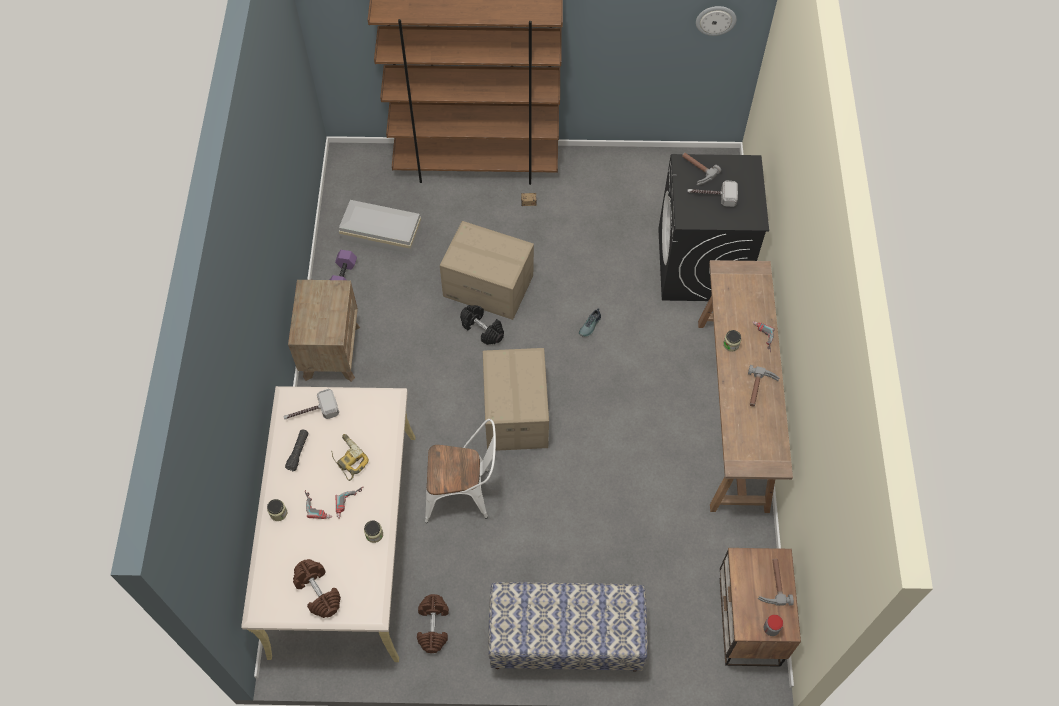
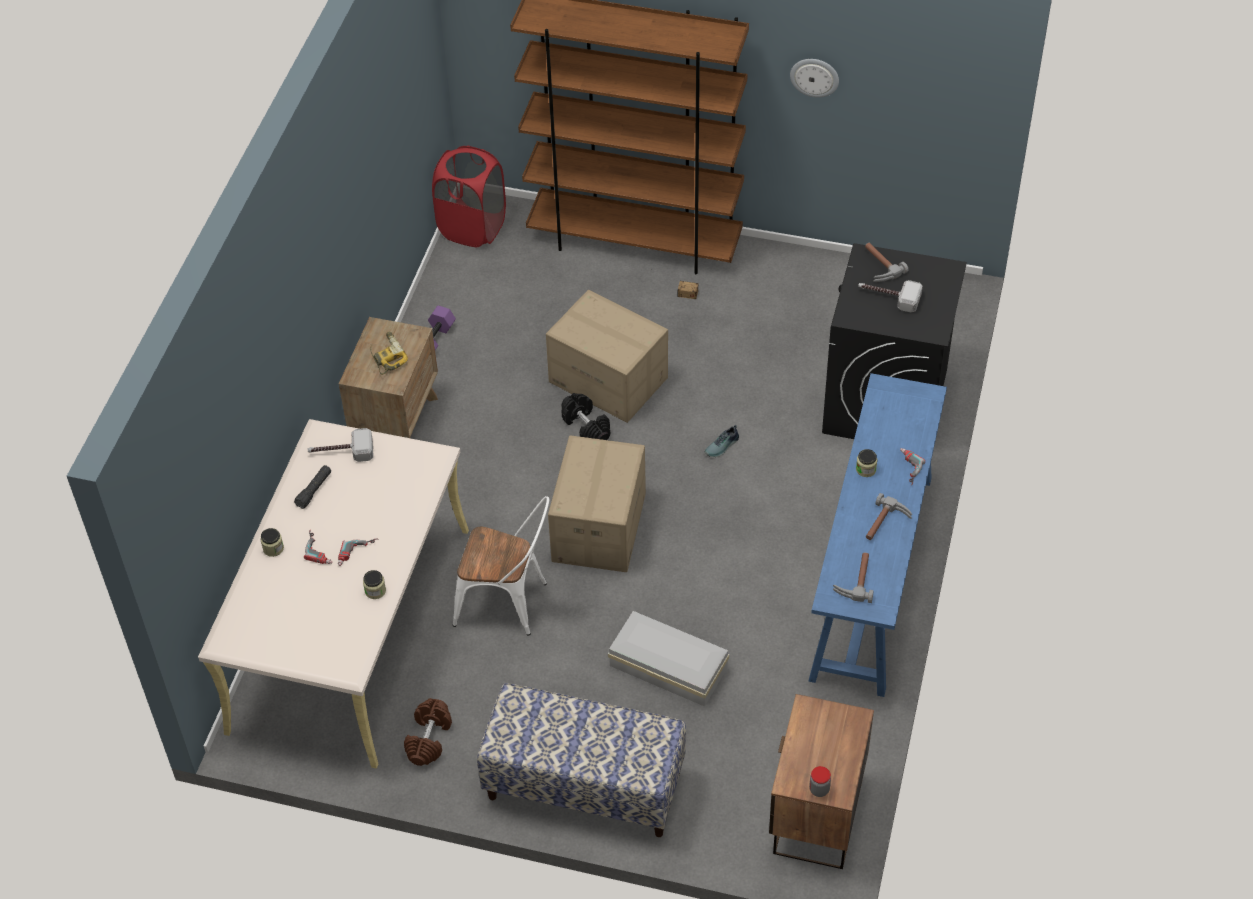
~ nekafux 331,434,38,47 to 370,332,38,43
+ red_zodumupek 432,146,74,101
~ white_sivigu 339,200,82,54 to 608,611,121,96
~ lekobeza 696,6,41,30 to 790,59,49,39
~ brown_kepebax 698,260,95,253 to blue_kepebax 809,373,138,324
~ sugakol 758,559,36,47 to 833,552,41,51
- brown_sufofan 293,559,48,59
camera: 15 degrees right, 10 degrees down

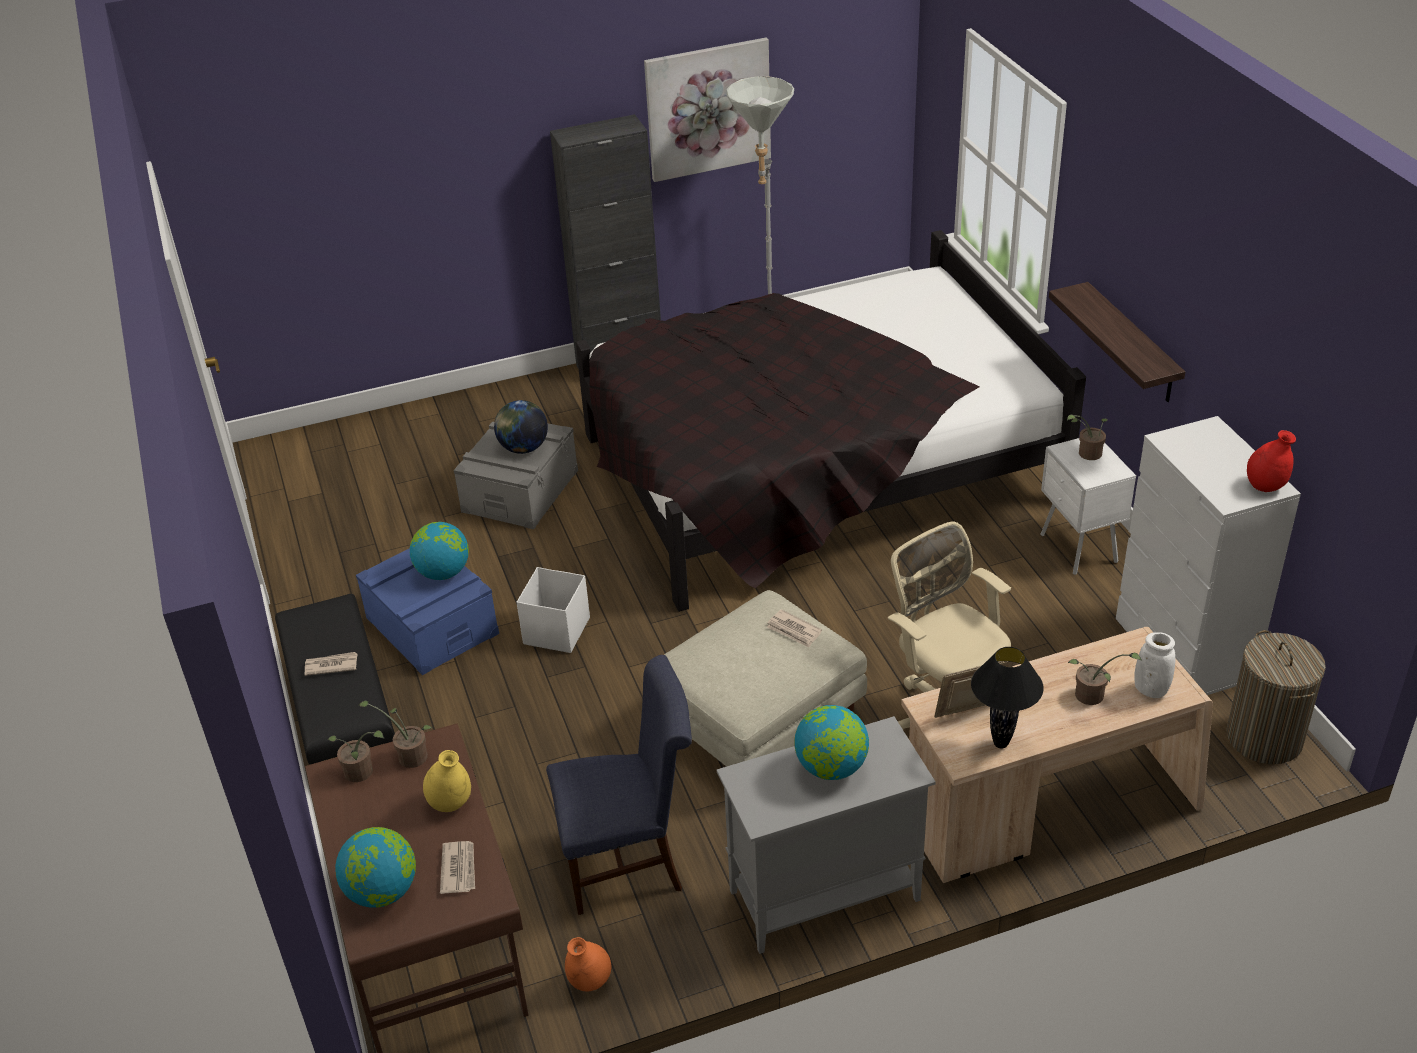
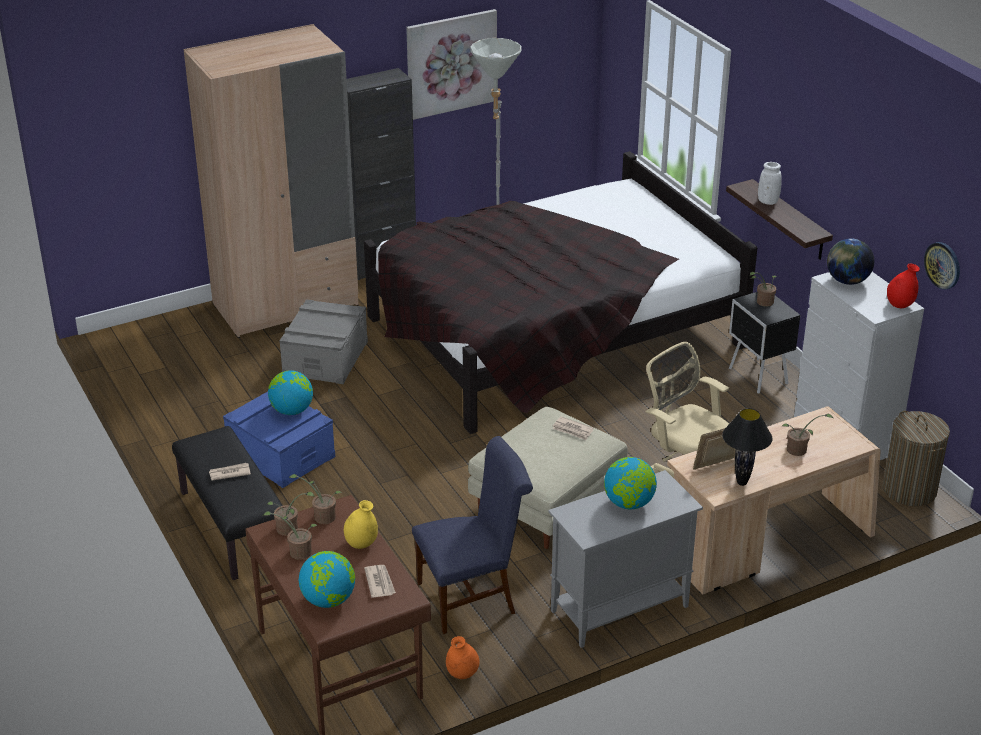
+ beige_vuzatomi 184,24,175,314
+ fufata 263,511,54,49
~ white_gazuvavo 1040,438,96,137 to black_gazuvavo 729,292,71,102
~ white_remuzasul 1134,632,42,66 to 758,162,24,43
~ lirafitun 494,400,54,54 to 827,238,47,47
+ lekobeza 924,242,36,48
- white_sivigu 516,567,74,86
camera: 10 degrees left, 5 degrees down

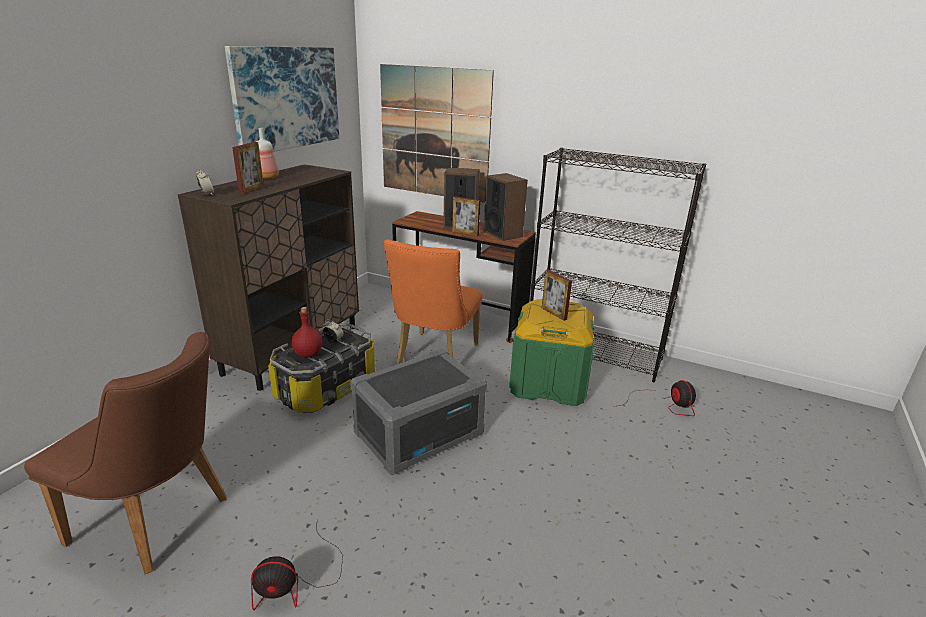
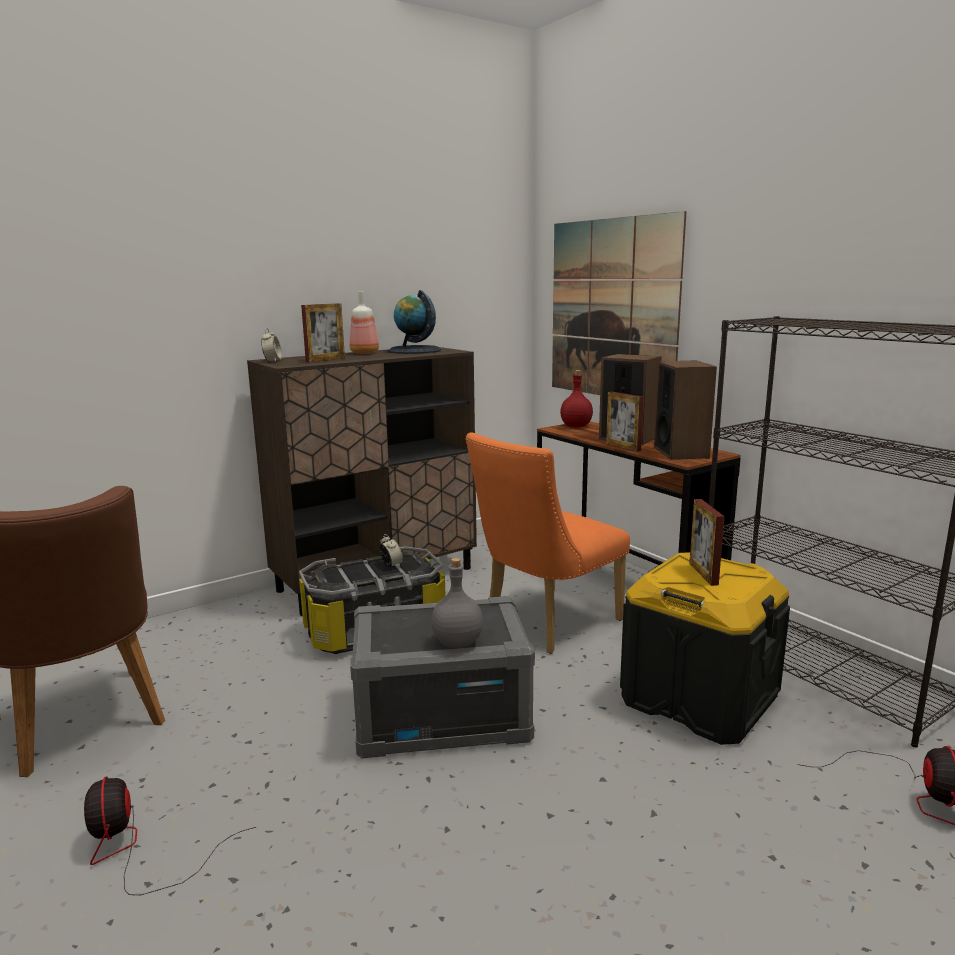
~ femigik 251,519,92,91 = 84,777,172,118 45 degrees clockwise
+ lirafitun 388,290,53,64
+ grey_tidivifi 431,558,52,90
~ red_tidivifi 292,307,30,50 to 560,370,33,57
~ green_sivigu 509,299,85,107 to black_sivigu 620,552,170,193
- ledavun 225,46,114,106
camera: 30 degrees right, 10 degrees down

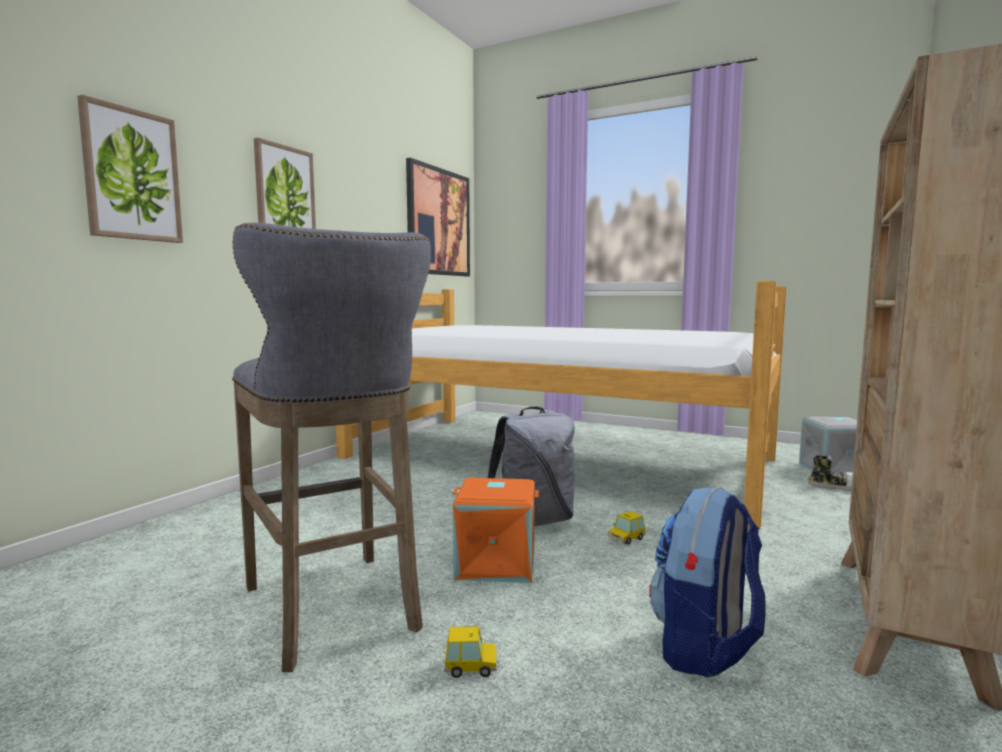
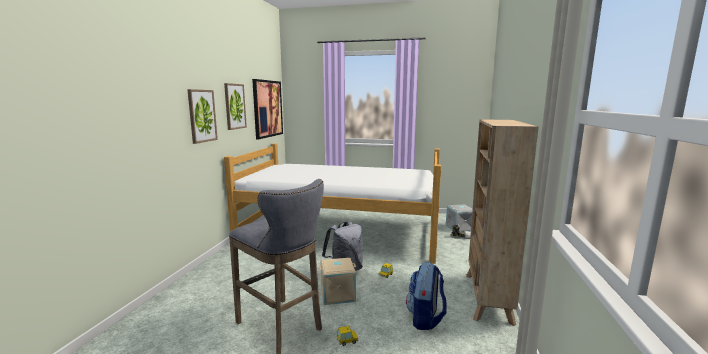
~ ledavun 77,95,106,148 to 224,83,23,47
~ orange_sivigu 452,478,87,105 to beige_sivigu 320,258,36,47
camera: 15 degrees left, 5 degrees up

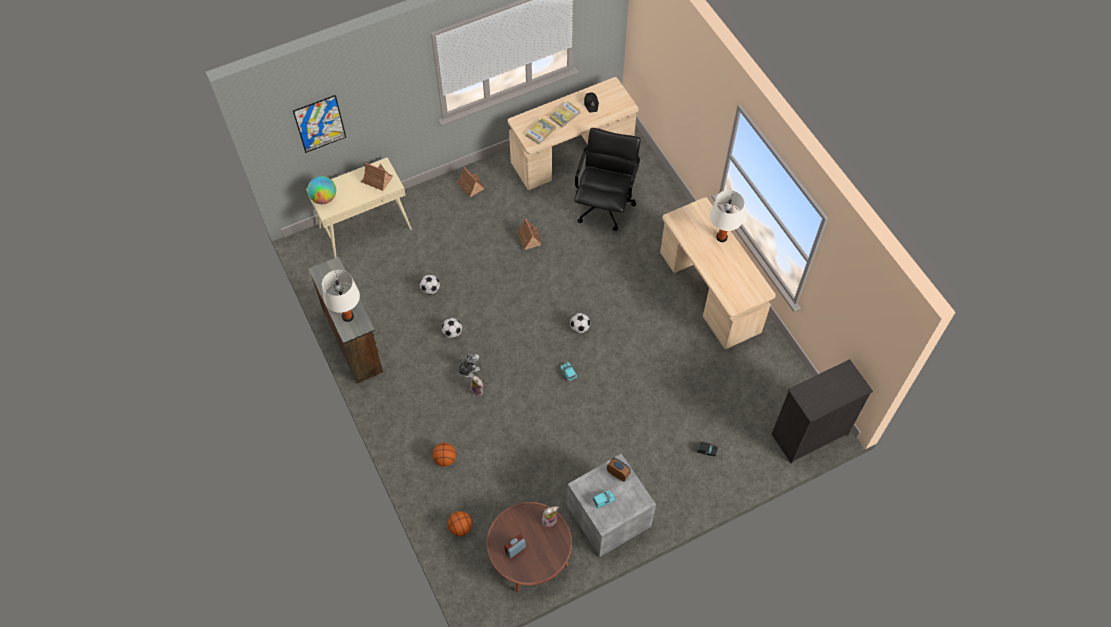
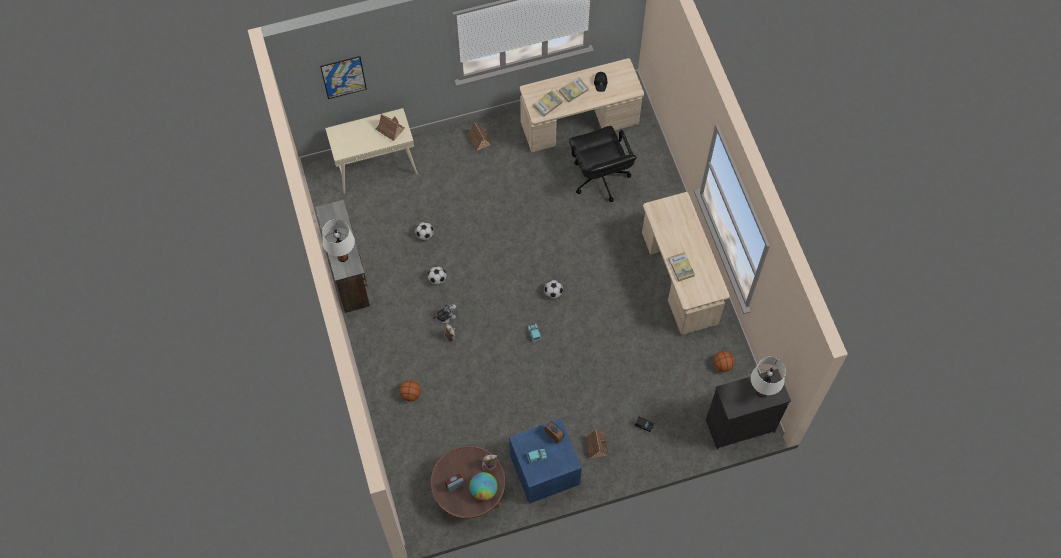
~ lirafitun 307,176,29,28 to 469,472,29,29
~ grey_sivigu 567,454,89,103 to blue_sivigu 509,418,73,86
~ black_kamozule 574,128,67,103 = 569,126,68,76 135 degrees clockwise
~ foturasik 517,219,25,31 to 585,429,24,29
+ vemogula 668,252,27,29
~ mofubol 448,511,24,25 to 714,351,21,21
~ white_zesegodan 710,190,34,52 to 751,357,35,40
camera: 10 degrees right, 5 degrees up

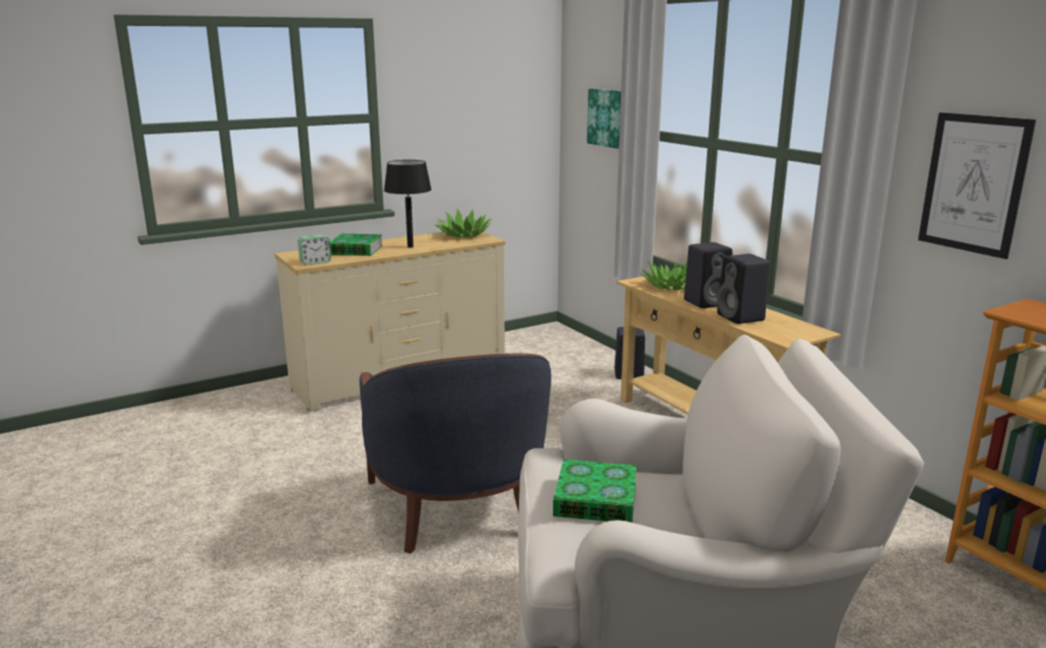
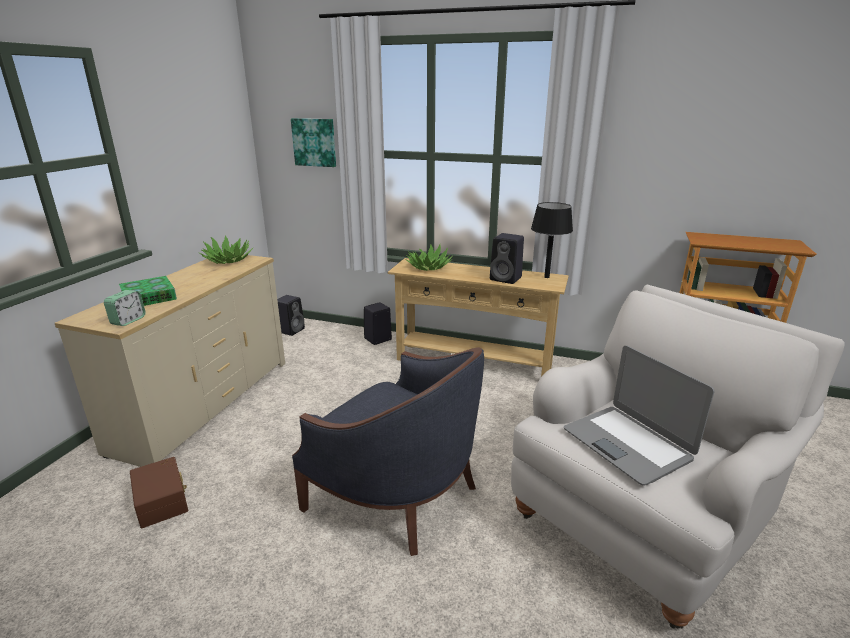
+ brown_sivigu 130,457,58,71
~ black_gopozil 684,242,48,66 to 277,295,28,41
~ black_zesegodan 384,160,48,88 to 531,202,42,76
~ vemogula 553,459,84,64 to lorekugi 564,345,151,141
- ledavun 918,113,118,146
camera: 40 degrees left, 5 degrees up

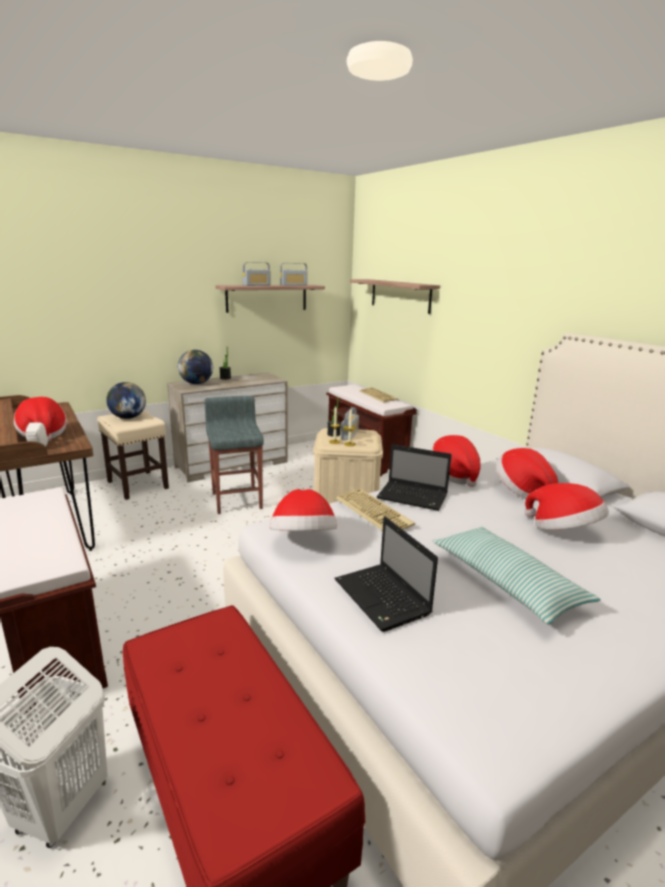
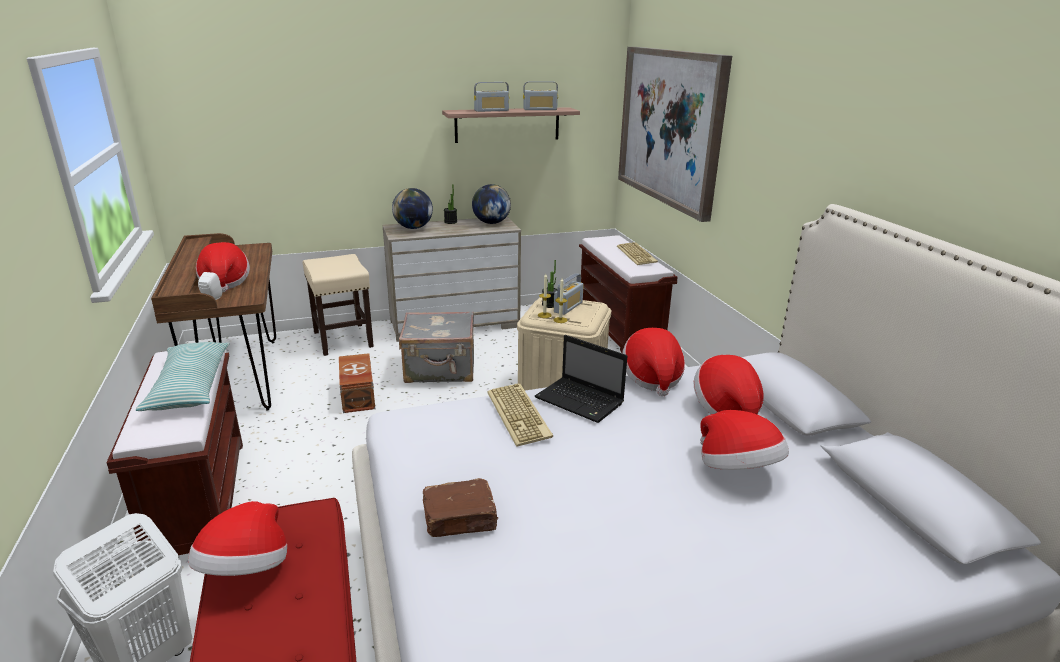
~ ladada 433,527,168,97 to 136,342,93,69
~ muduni 270,489,67,42 to 188,501,99,75
+ brown_sivigu 339,353,36,60
~ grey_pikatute 204,396,60,118 to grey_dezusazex 399,311,75,72
~ lorekugi 334,516,104,116 to brown_vemogula 423,478,75,59
~ lirafitun 106,382,40,37 to 472,184,39,40
~ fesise 350,279,90,35 to ledavun 618,47,114,175
camera: 15 degrees right, 5 degrees up

